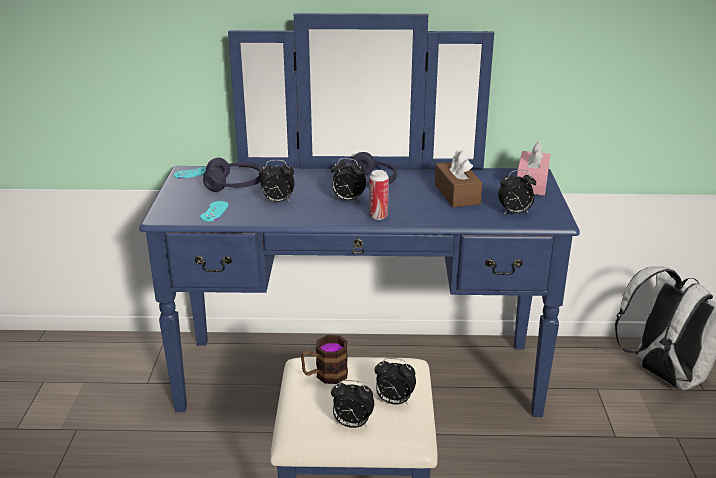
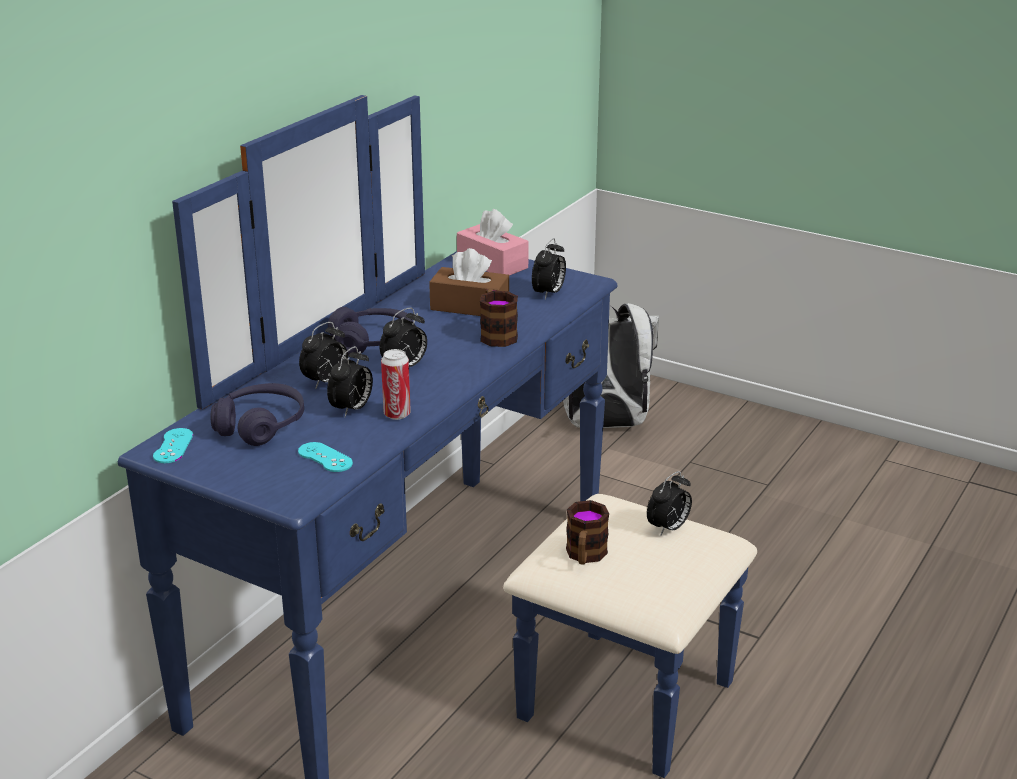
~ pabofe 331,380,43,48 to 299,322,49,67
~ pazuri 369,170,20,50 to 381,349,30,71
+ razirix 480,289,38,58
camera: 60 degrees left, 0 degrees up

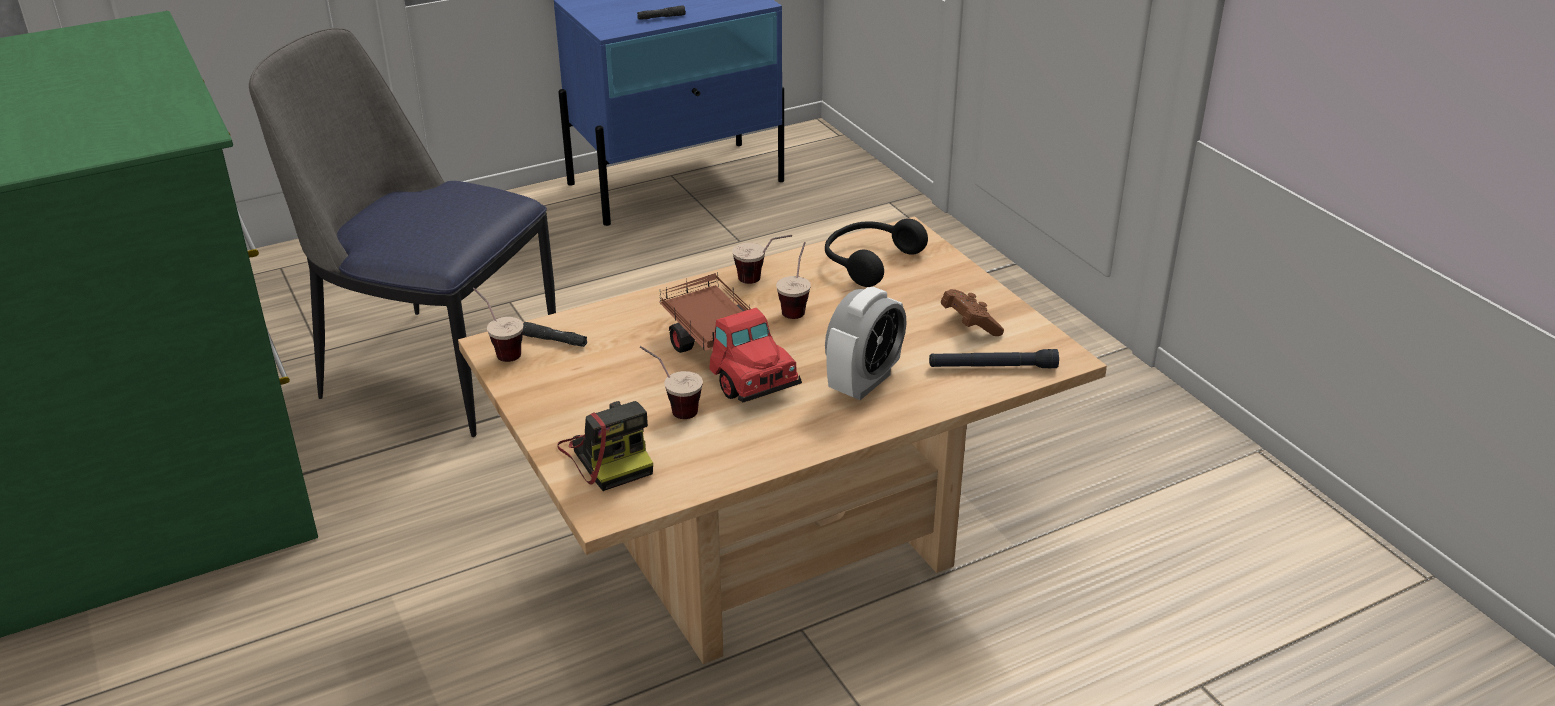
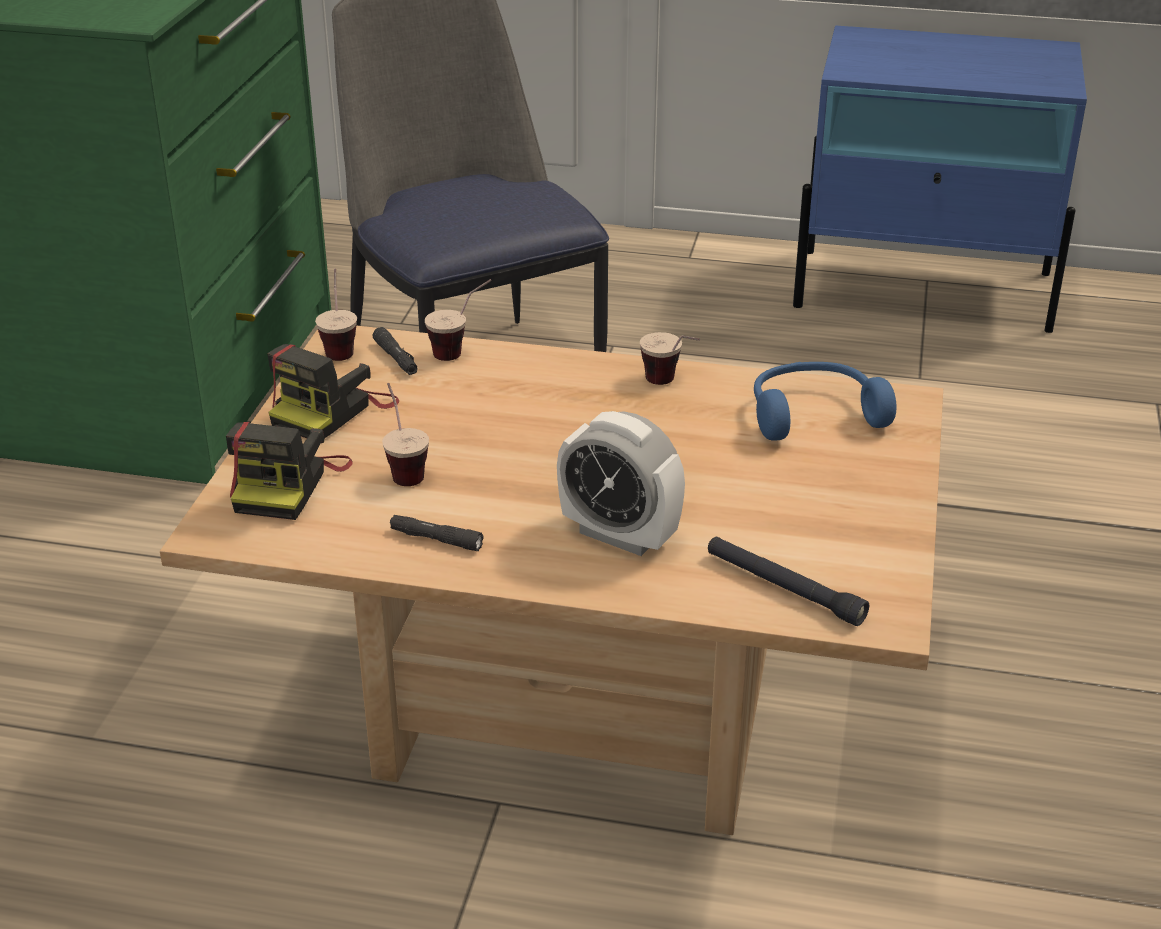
+ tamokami 267,344,132,95
~ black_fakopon 637,5,49,15 to 390,515,94,36
~ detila 776,242,35,77 to 425,279,67,82
~ pabofe 825,287,81,113 = 557,411,128,145 45 degrees clockwise
~ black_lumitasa 825,219,103,68 to blue_lumitasa 754,362,143,79
- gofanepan 659,272,143,130
- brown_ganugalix 941,289,63,47
camera: 40 degrees right, 0 degrees up

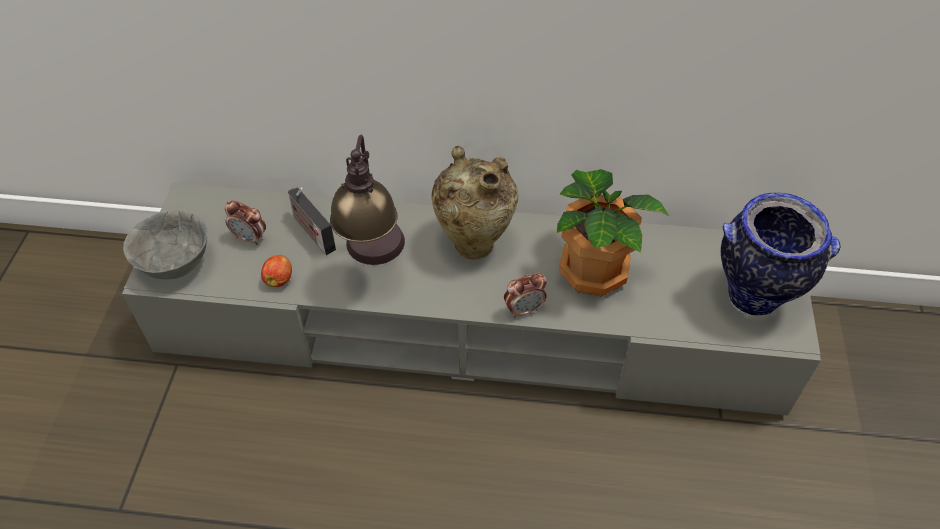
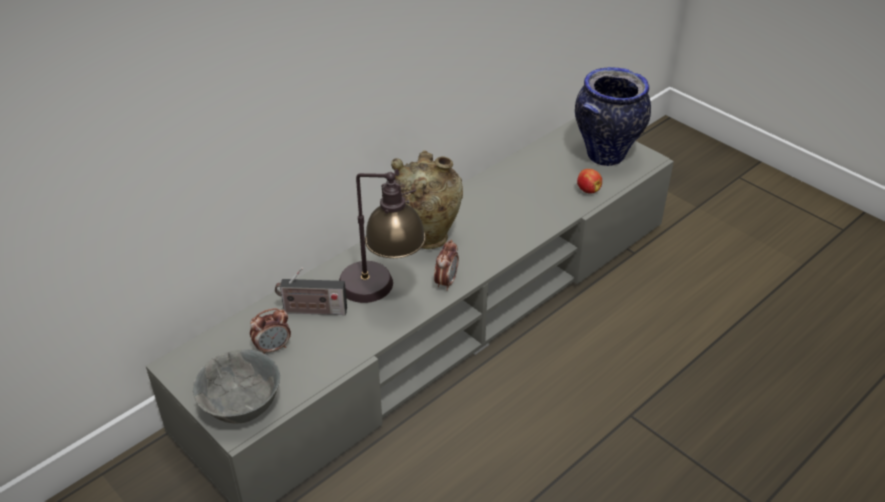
~ pabofe 504,273,43,45 to 434,240,25,51
~ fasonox 261,255,31,32 to 577,169,25,25
- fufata 557,169,112,127
camera: 50 degrees left, 10 degrees down

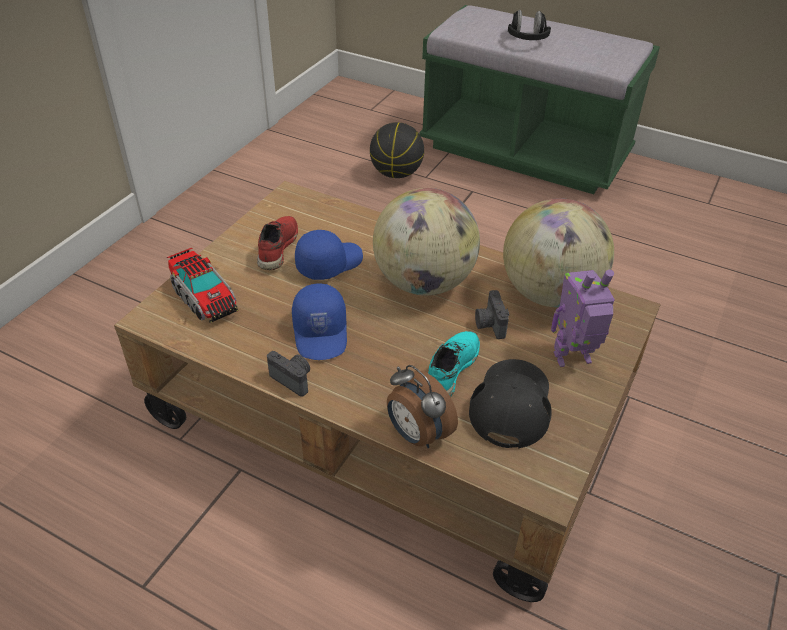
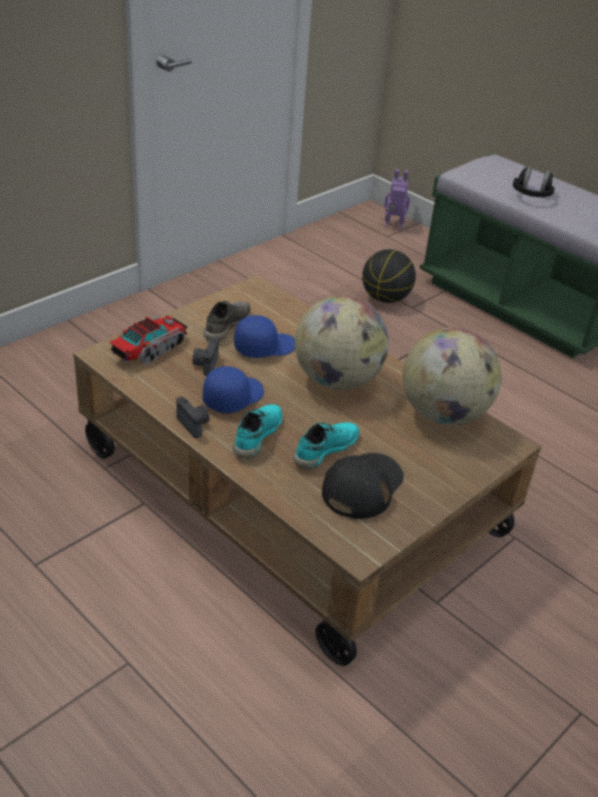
~ gofanepan 167,248,71,75 = 109,316,78,48 120 degrees counterclockwise
~ tamokami 475,290,34,49 to 193,337,26,39
~ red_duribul 257,216,41,54 to grey_duribul 203,301,48,40
~ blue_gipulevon 292,283,55,77 = 203,366,61,47 150 degrees counterclockwise
+ turquoise_duribul 233,404,50,54
~ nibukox 551,269,64,98 to 384,169,26,59
- pabofe 387,365,71,83
camera: 15 degrees right, 5 degrees down

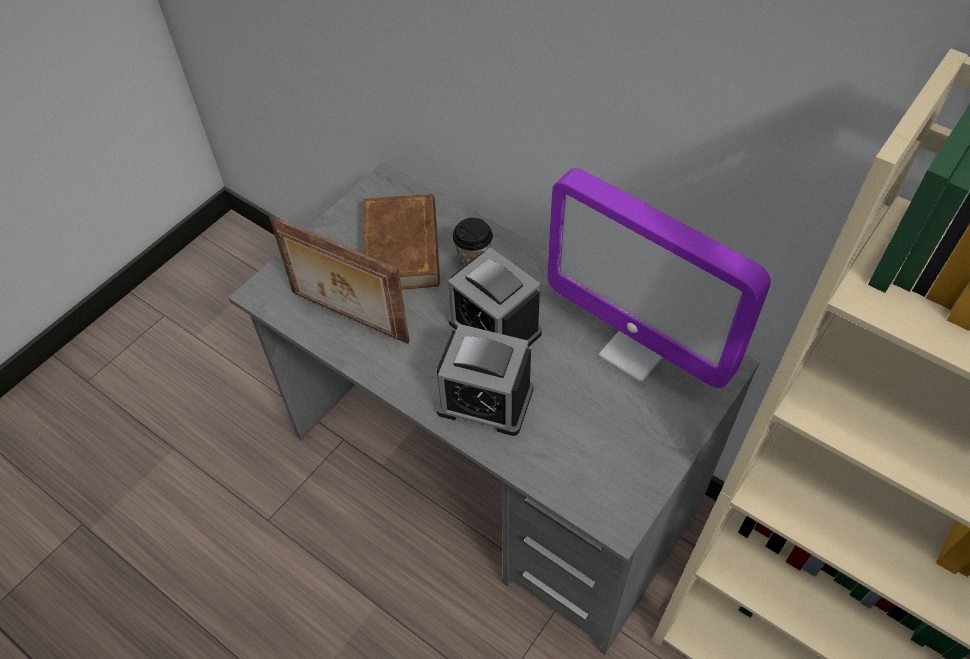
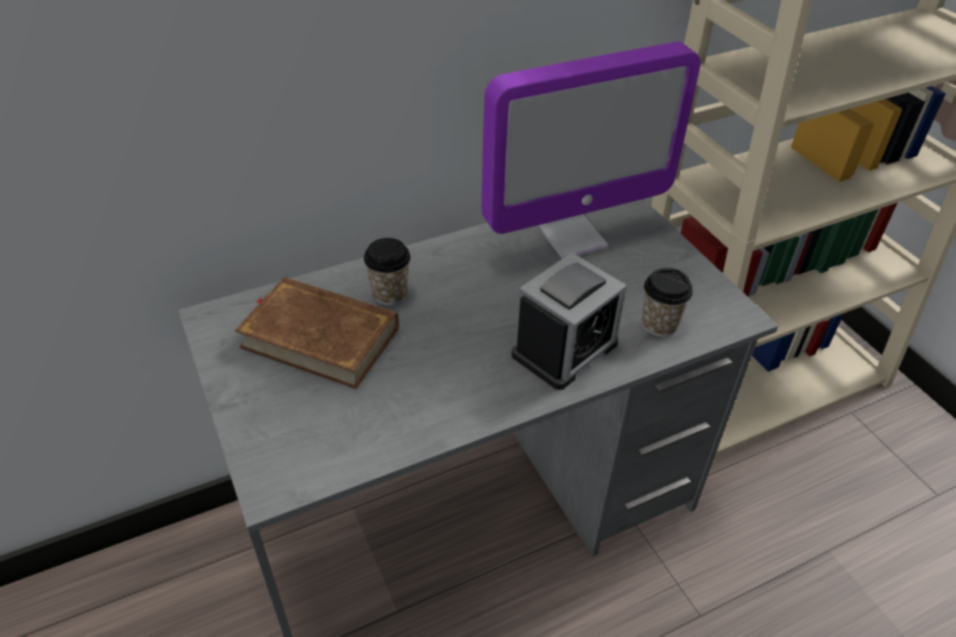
+ detila 642,268,51,69
- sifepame 269,216,141,128
- pabofe 448,247,94,100
camera: 65 degrees left, 10 degrees down

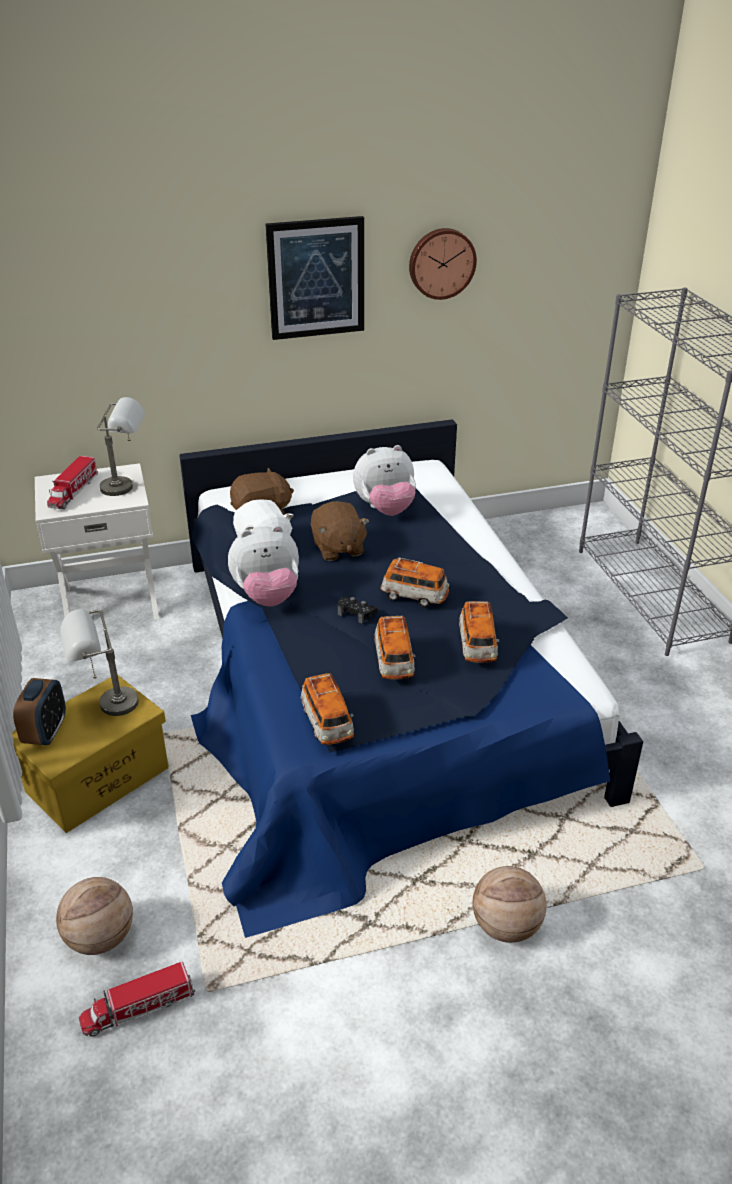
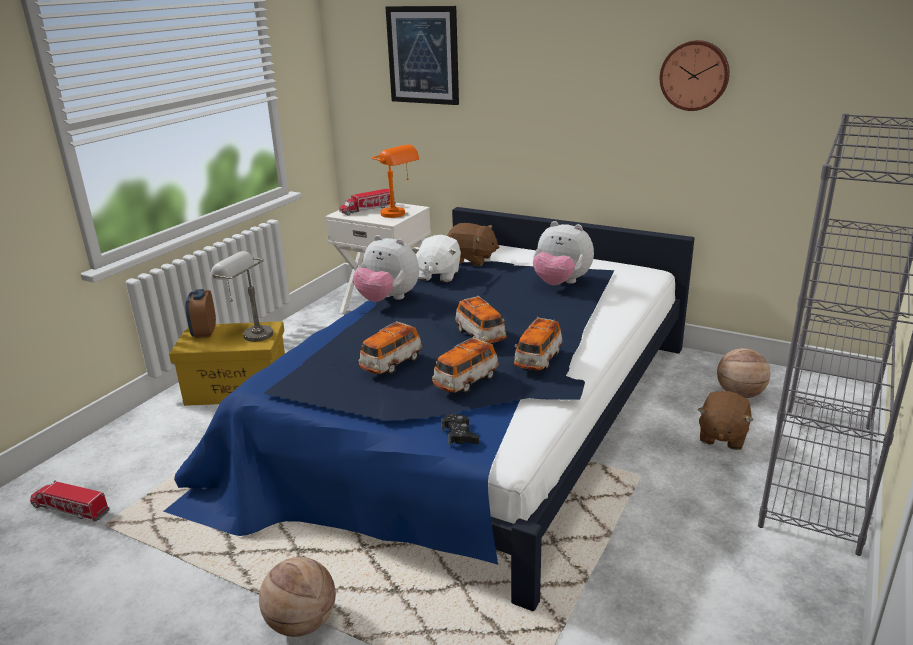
~ pabofe 13,678,53,67 = 185,289,31,49 120 degrees clockwise
~ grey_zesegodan 97,397,48,99 to orange_zesegodan 372,144,47,74
~ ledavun 265,216,99,124 to 385,6,74,99
~ black_ganugalix 337,597,41,27 to 441,413,38,33
~ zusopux 301,673,53,72 to 514,317,49,54
~ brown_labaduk 311,501,58,60 to 698,391,55,59
~ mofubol 56,877,77,78 to 717,348,54,50
camera: 45 degrees right, 10 degrees down

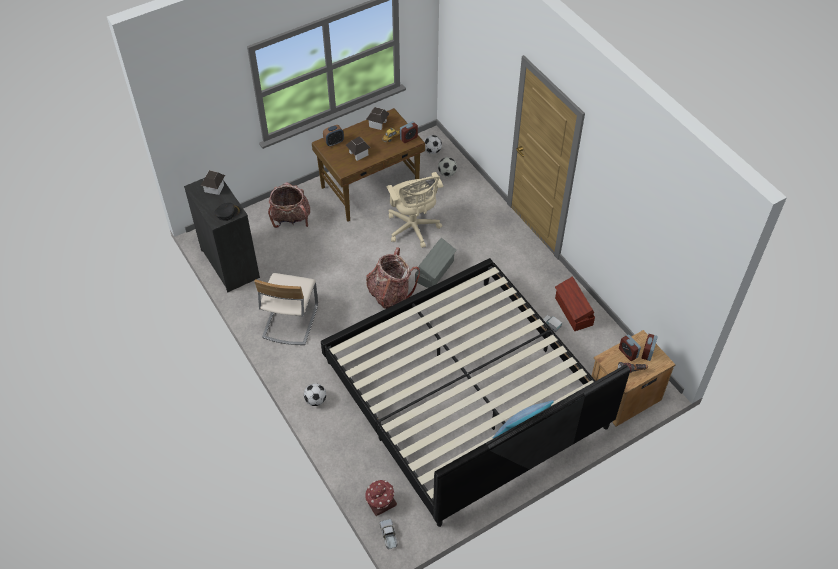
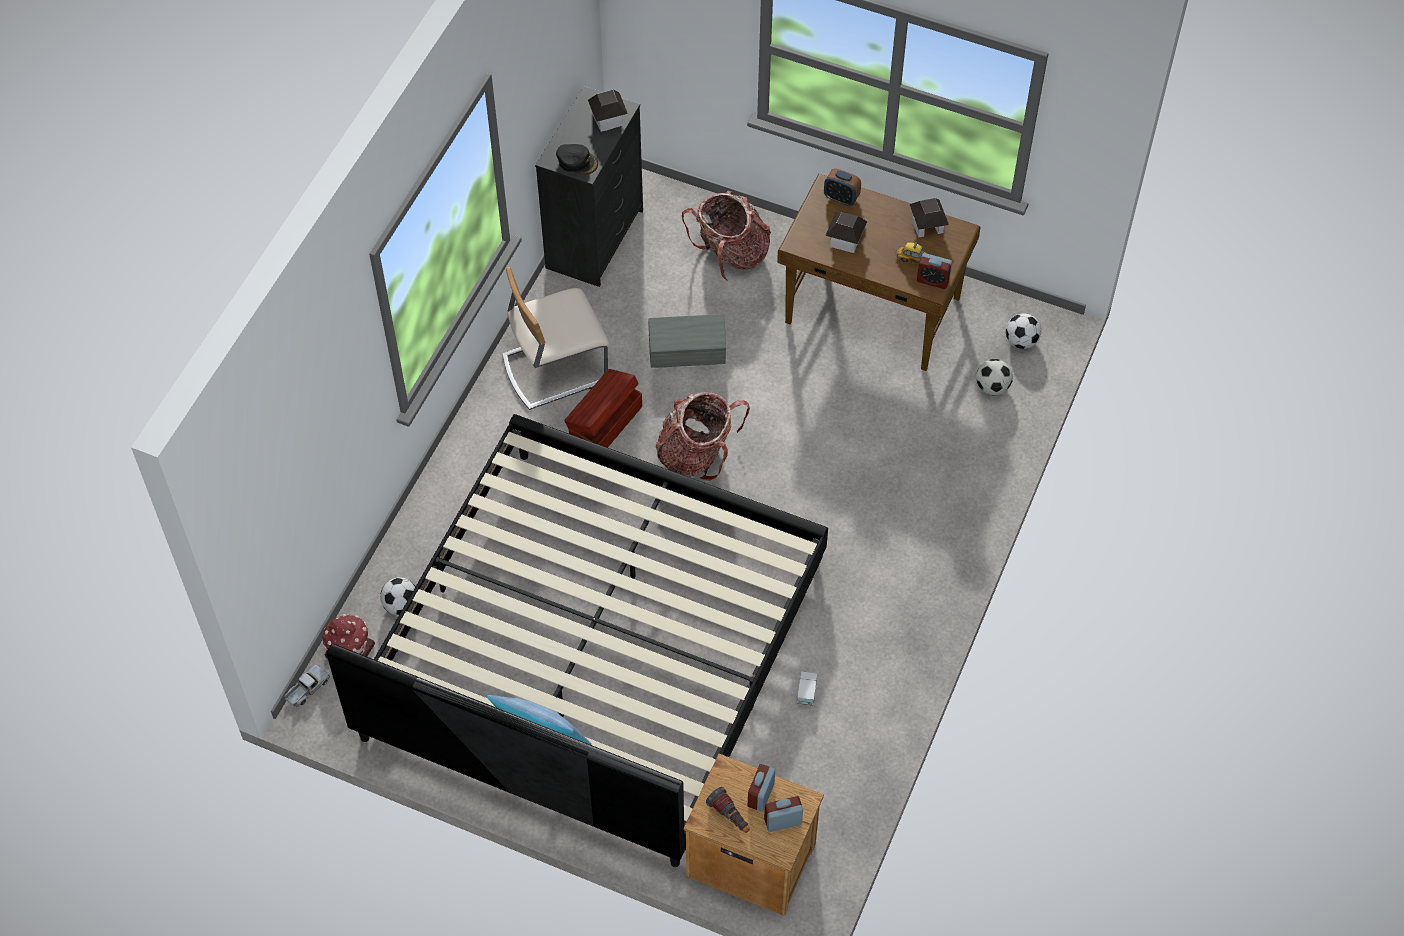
~ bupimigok 304,383,22,23 to 380,578,36,38
~ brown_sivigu 555,276,40,55 to 564,369,78,79
~ grey_sivigu 415,238,42,50 to 648,314,78,54
- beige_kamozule 386,172,57,76
camera: 55 degrees right, 5 degrees up

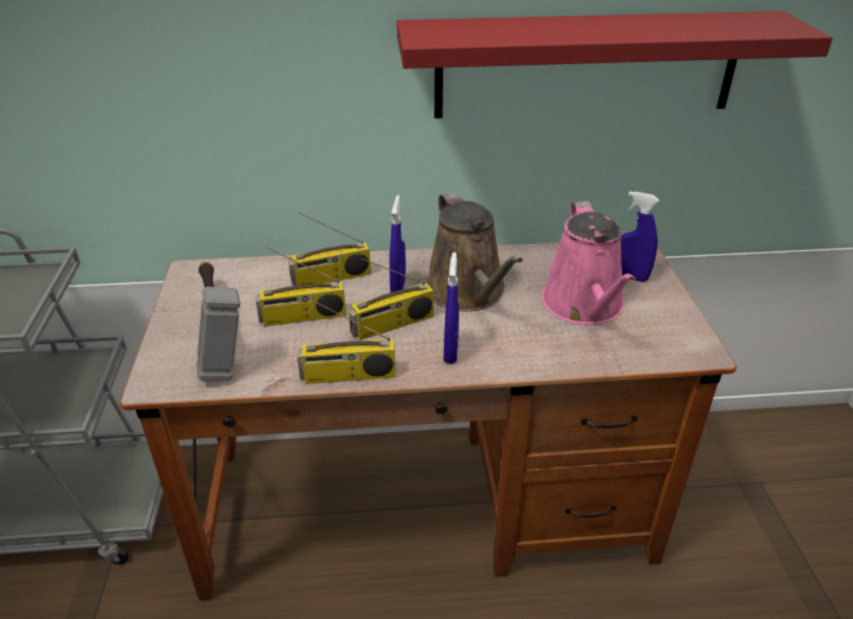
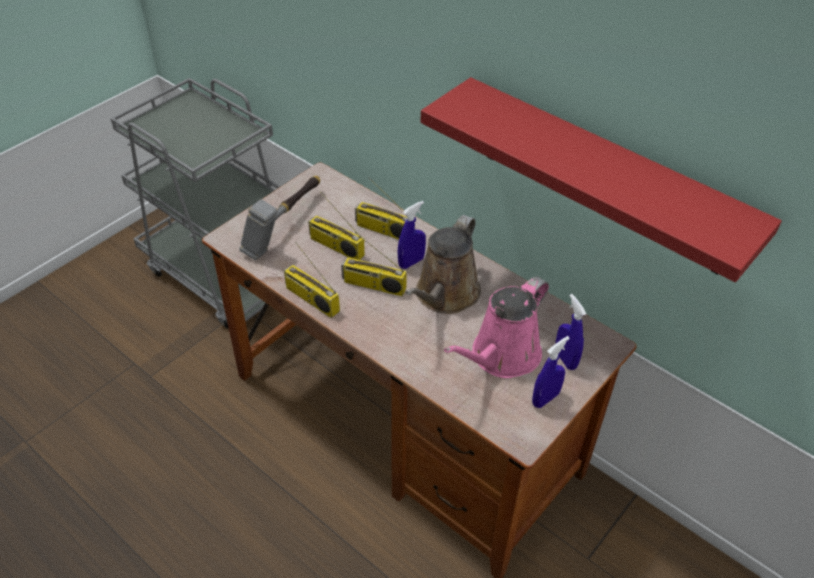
~ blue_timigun 444,252,15,112 to 532,336,38,72
camera: 45 degrees right, 10 degrees up

